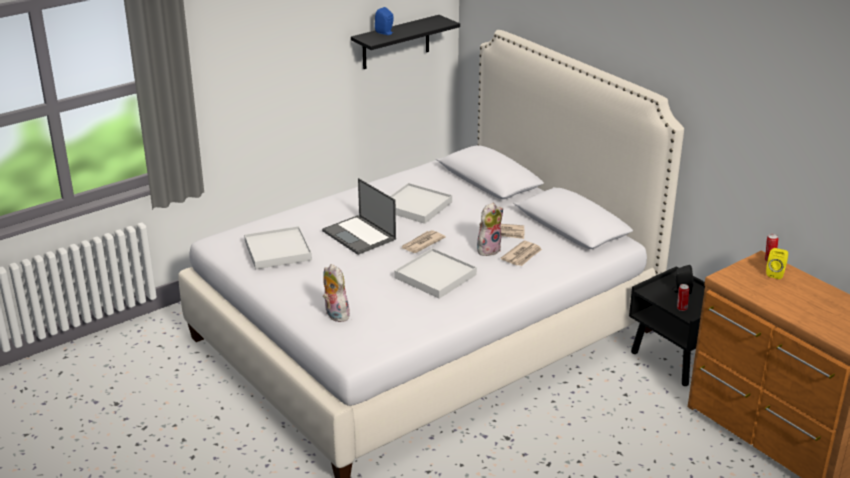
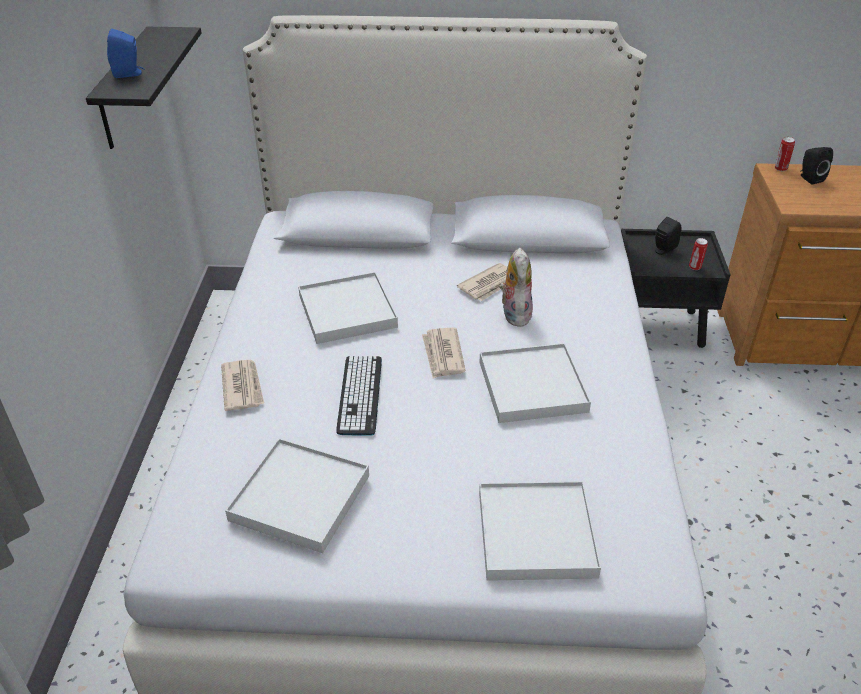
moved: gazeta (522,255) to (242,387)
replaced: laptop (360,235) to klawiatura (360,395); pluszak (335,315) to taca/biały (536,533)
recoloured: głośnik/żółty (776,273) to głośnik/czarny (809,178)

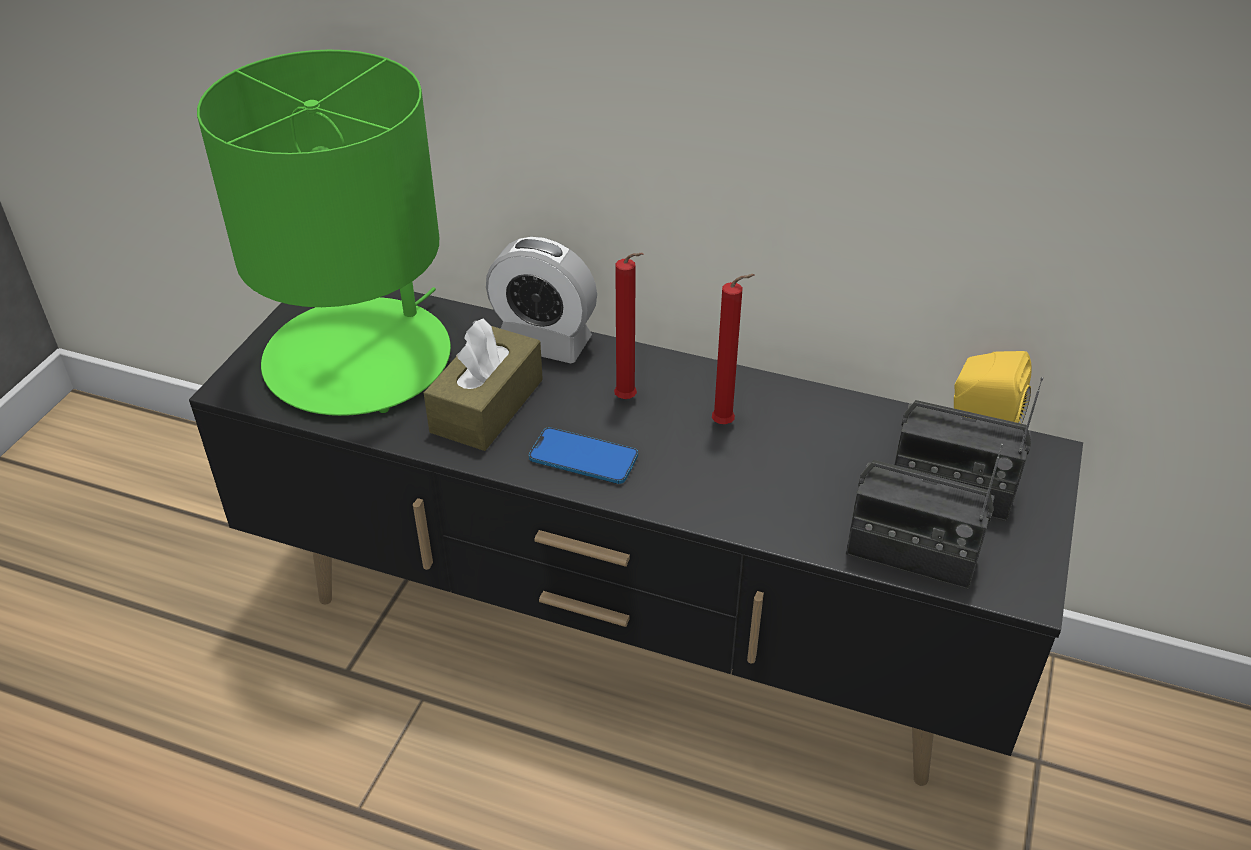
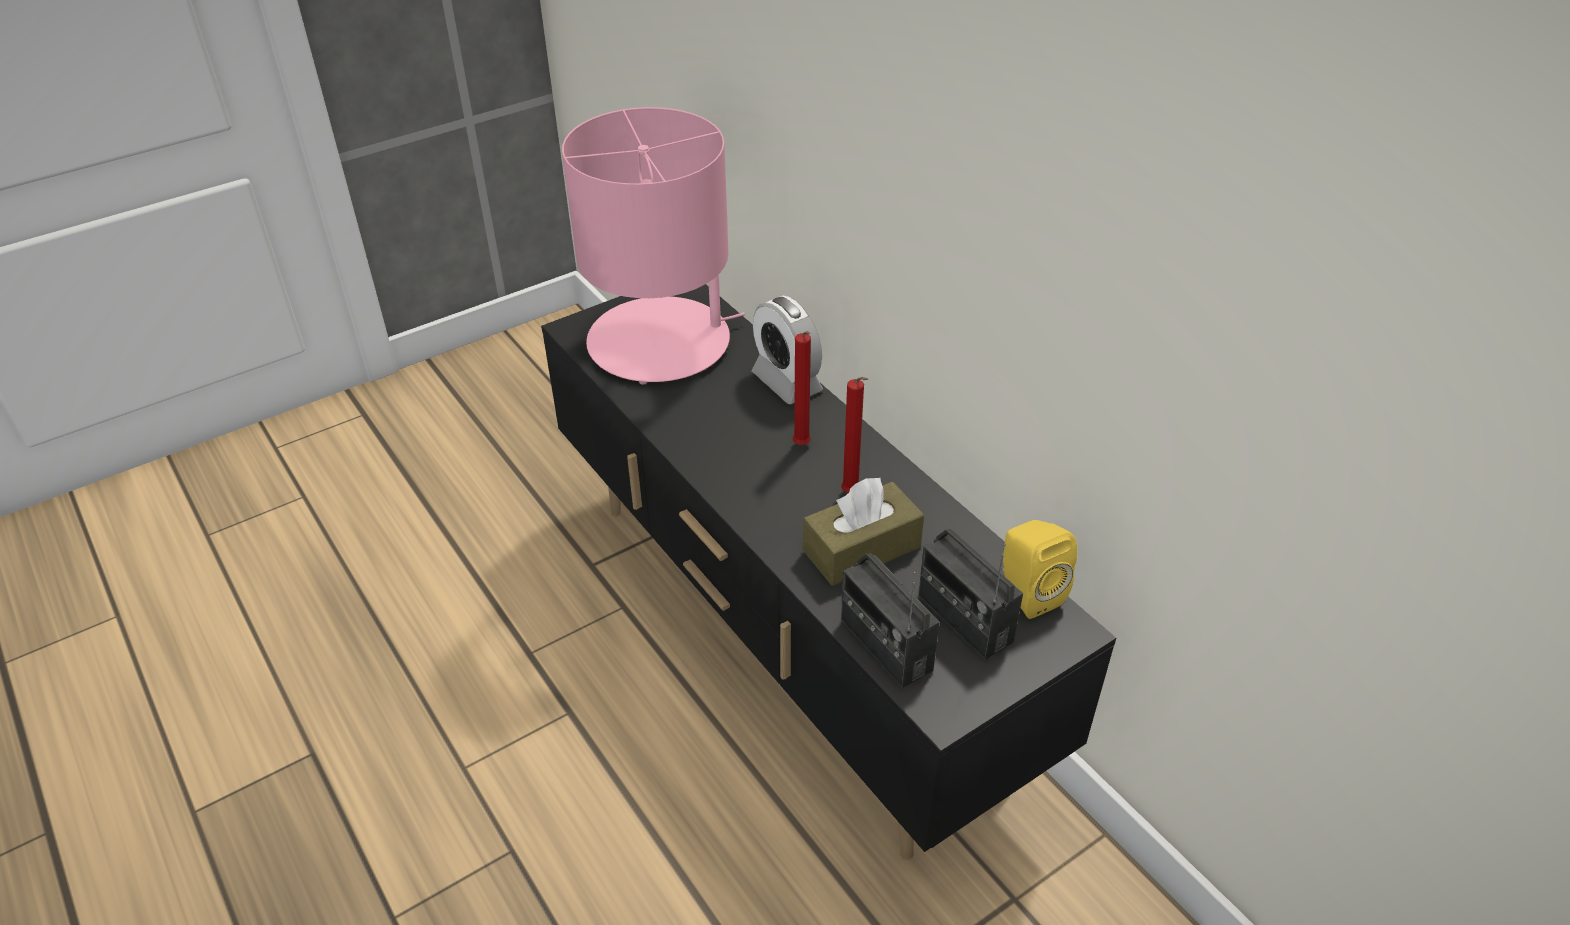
removed: telefon (583,458)
moved: pudełko chusteczek/brązowy (487,406) to (861,549)
recoloured: lampa stołowa/zielony (360,358) to lampa stołowa/różowy (661,342)

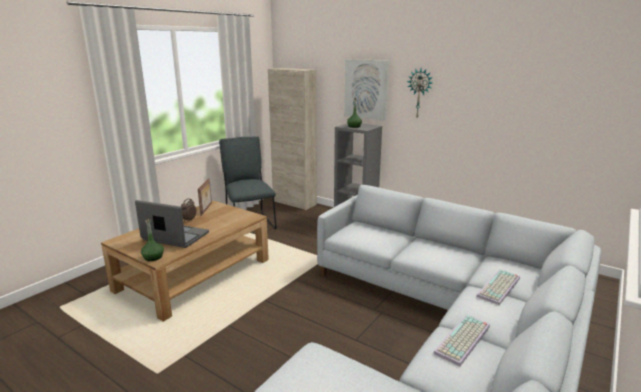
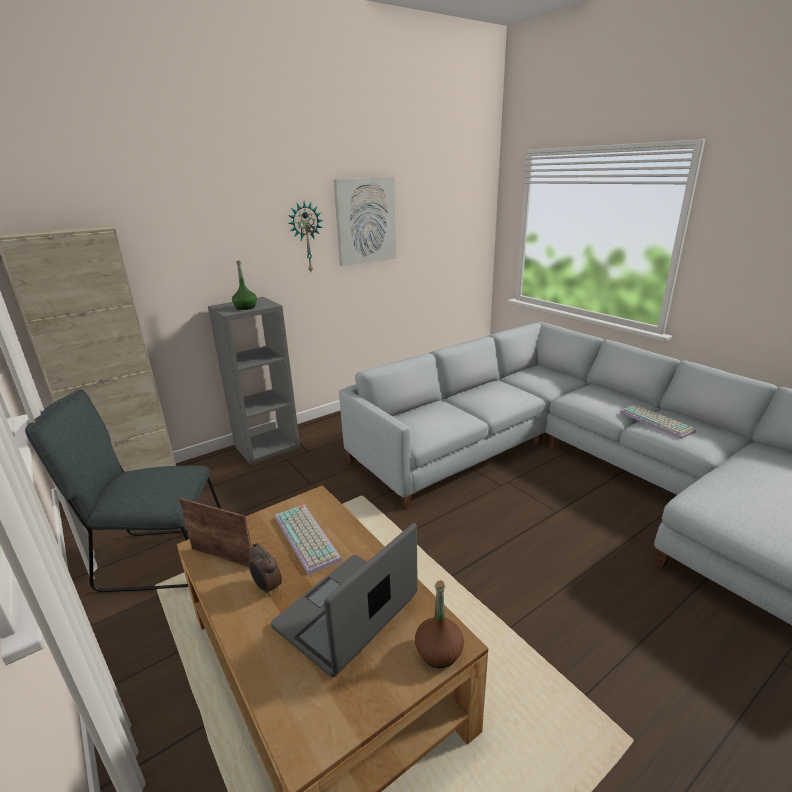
moved: klawiatura (499,288) to (308,538); obraz (366,89) to (365,221)
recoloured: butelka/zielony (153,257) to butelka/brązowy (439,652)

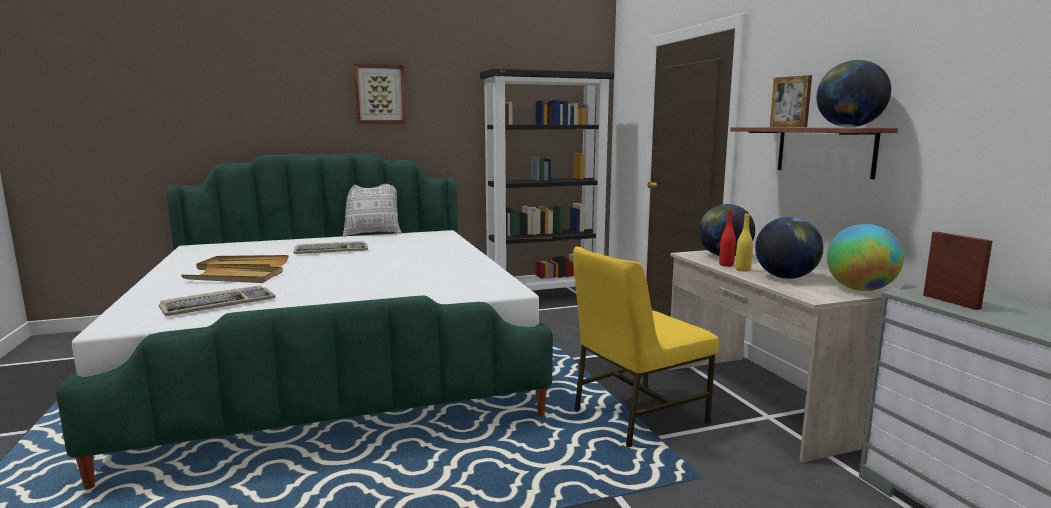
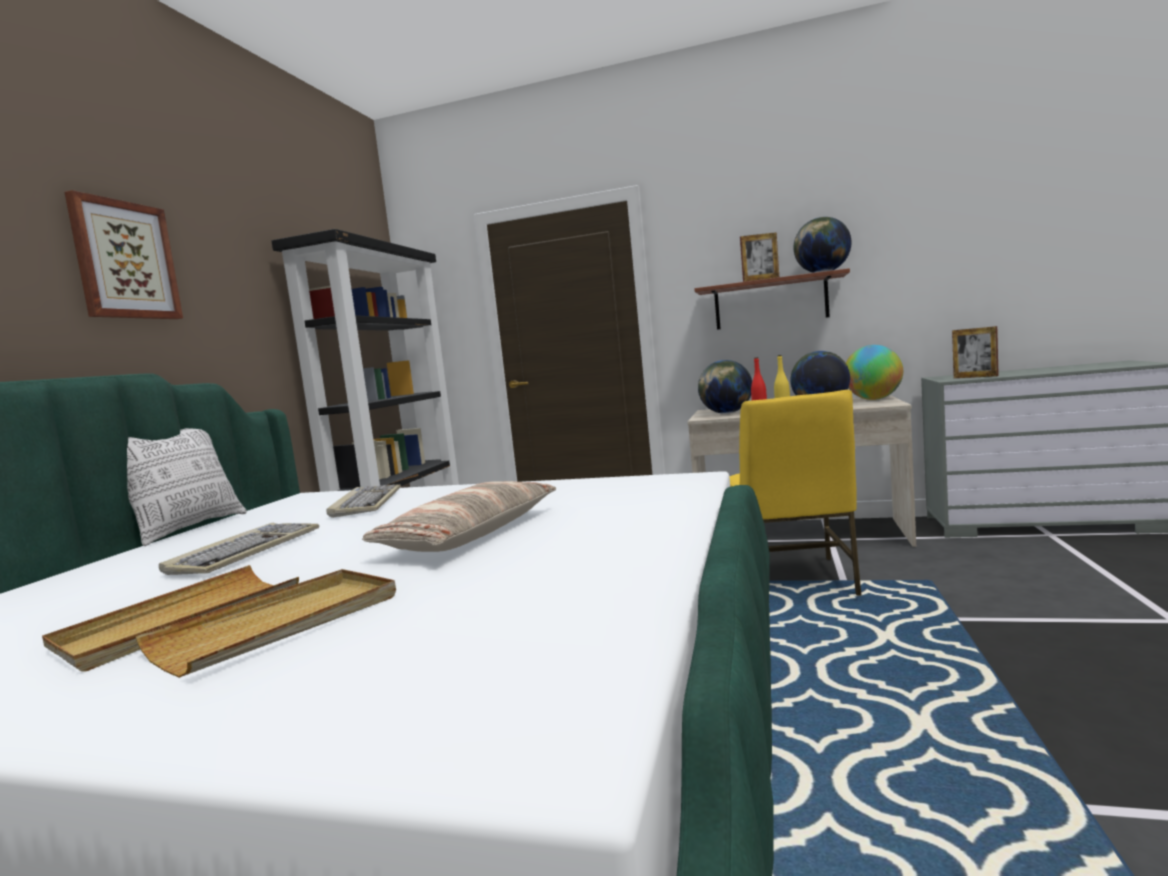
added: poduszka (471,534)
moved: klawiatura (219,304) to (366,503)
turned: ramka na zdjęcie (951,302) = (975,377) 150 degrees counterclockwise

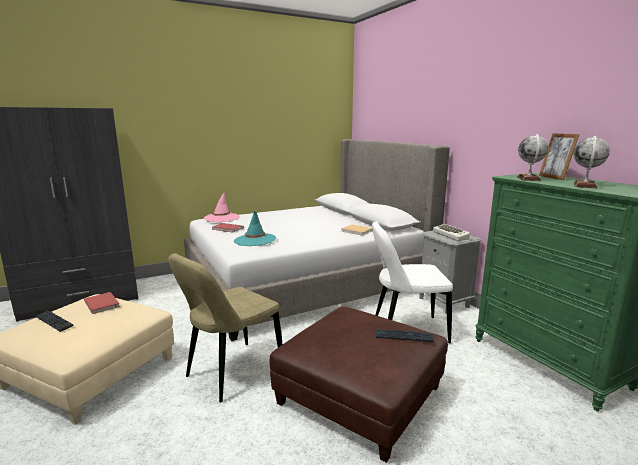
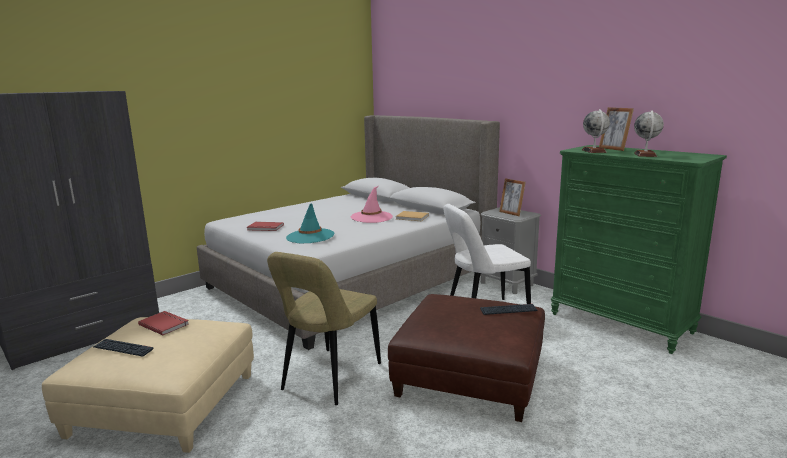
moved: kapelusz/różowy (221,218) to (371,217)
replaced: klawiatura (451,235) to ramka na zdjęcie (511,213)

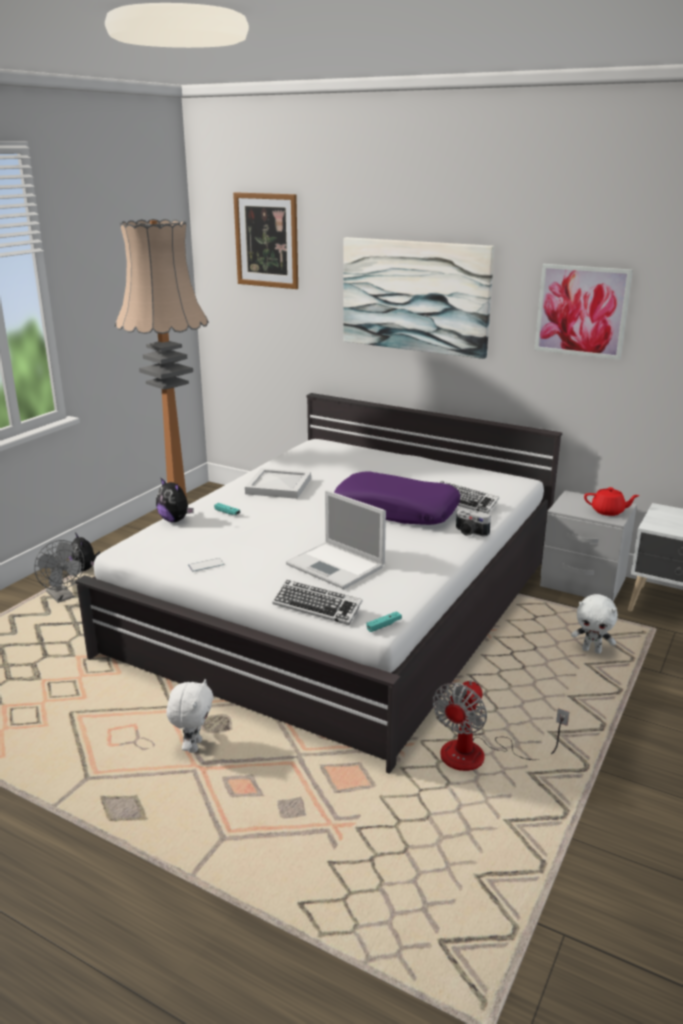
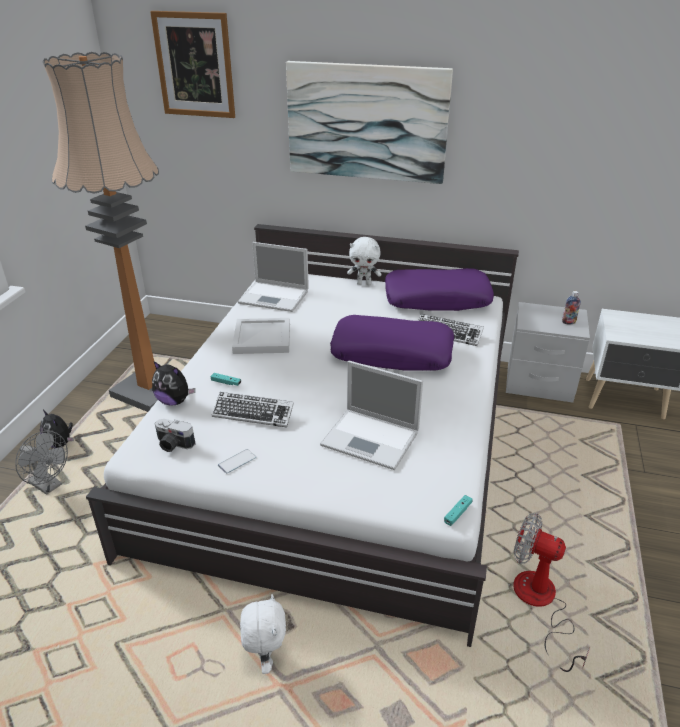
removed: obraz (582,311)
added: laptop (275,297); poduszka/fioletowy (437,299)
moved: aparat fotograficzny (470,532) to (173,445); klawiatura (317,607) to (253,413); pluszak/biały (592,650) to (364,283)
replaced: imbryk/czerwony (608,511) to butelka (568,322)
turned: wentylator (479,755) = (540,604) 105 degrees clockwise

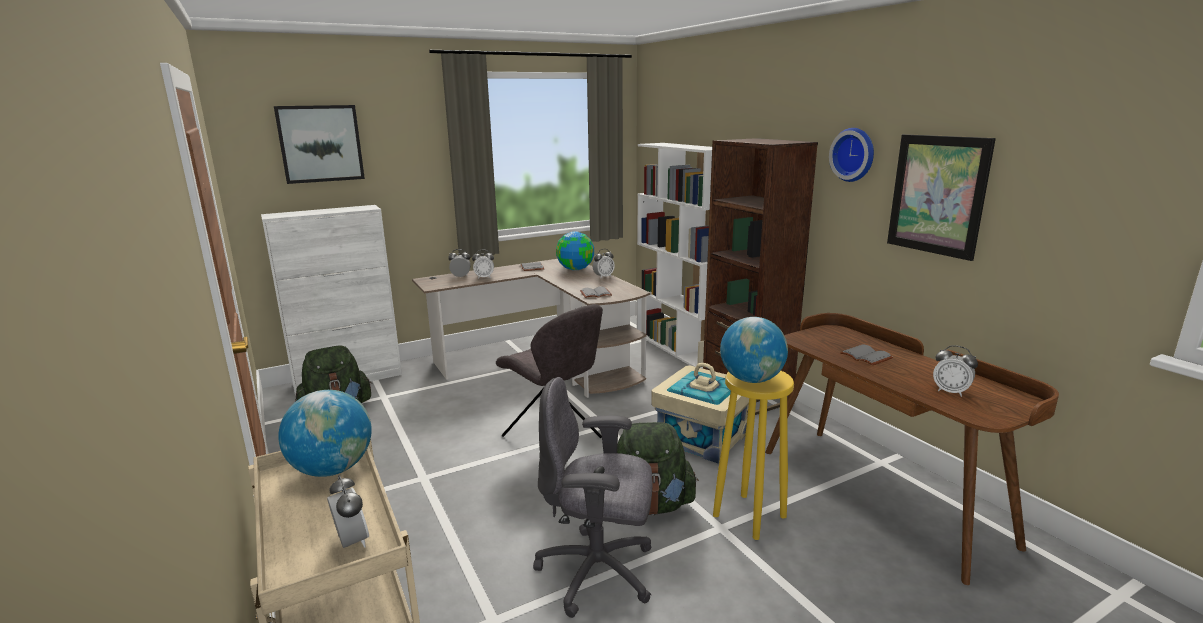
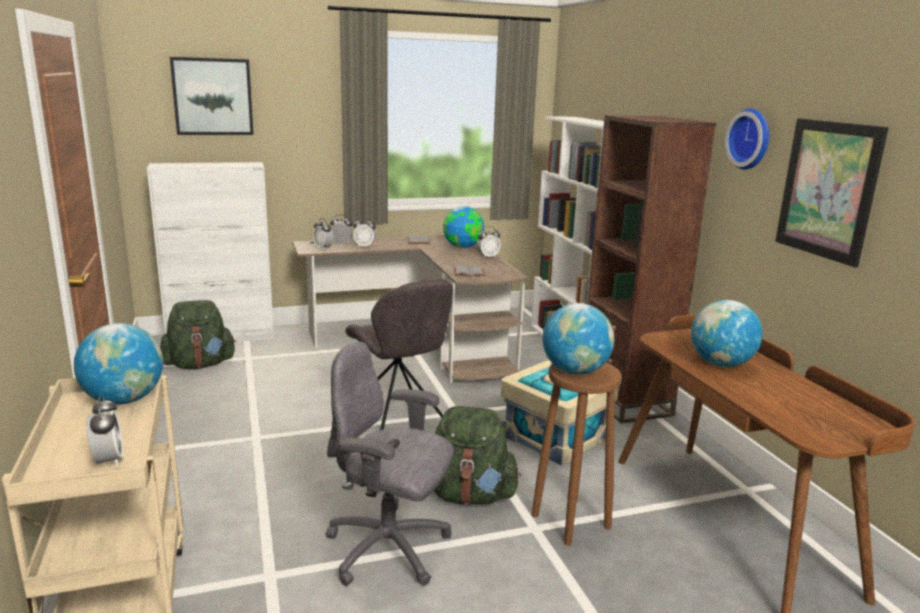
moved: budzik (950,391) to (323,248)
replaced: książka/szary (864,356) to globus (721,364)
recoloured: stołek/żółty (748,515) to stołek/brązowy (570,520)

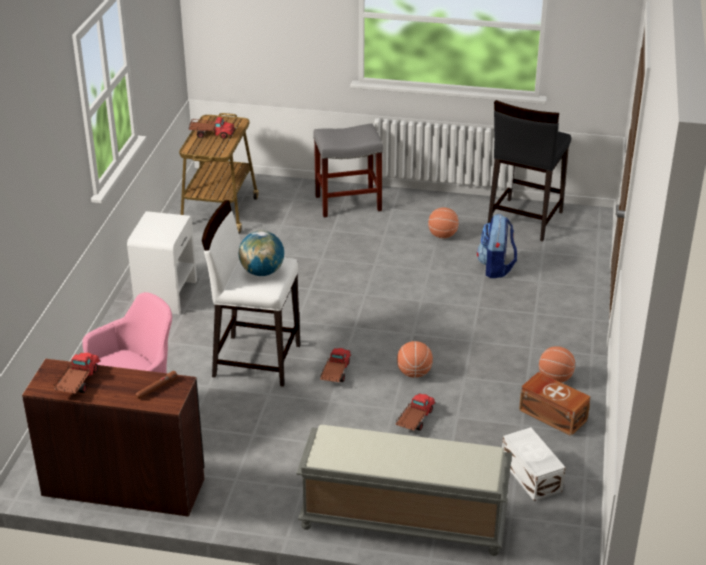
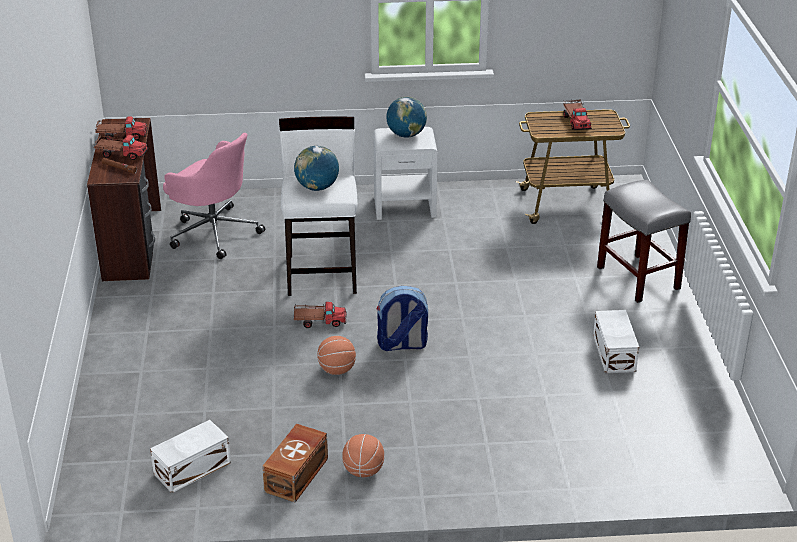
removed: ławka/szary (402,521); stołek/czarny (524,220)
added: globus (406,135)
moved: ciężarówka zabawkowa (414,419) to (121,153); plecak (496,268) to (402,345)
replaced: piłka do koszykówki (443,235) to pojemnik do przechowywania/biały (613,354)

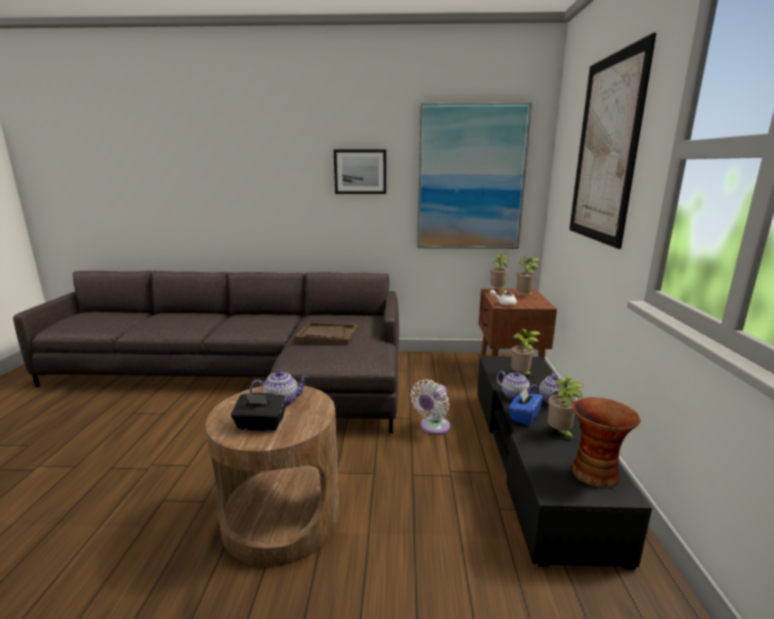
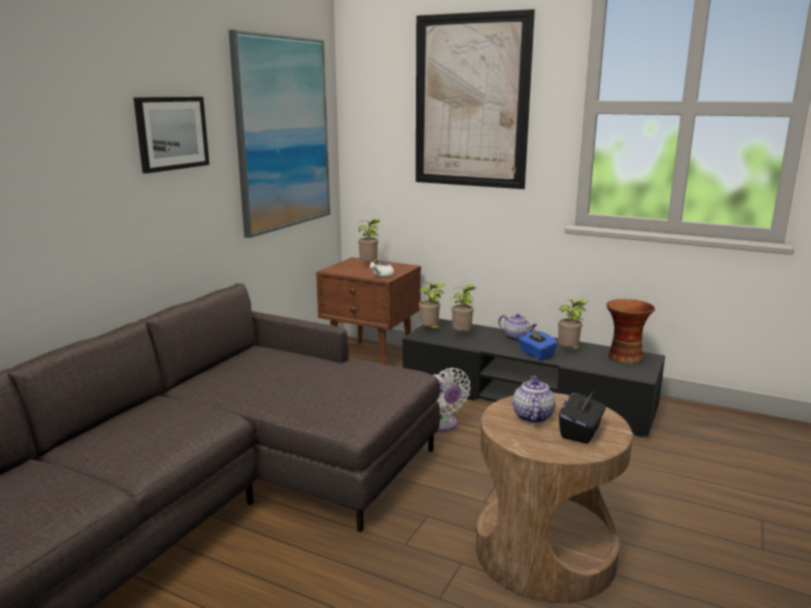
removed: taca/brązowy (327,335); imbryk (515,396)
moved: roślina doniczkowa (497,291) to (430,330)

